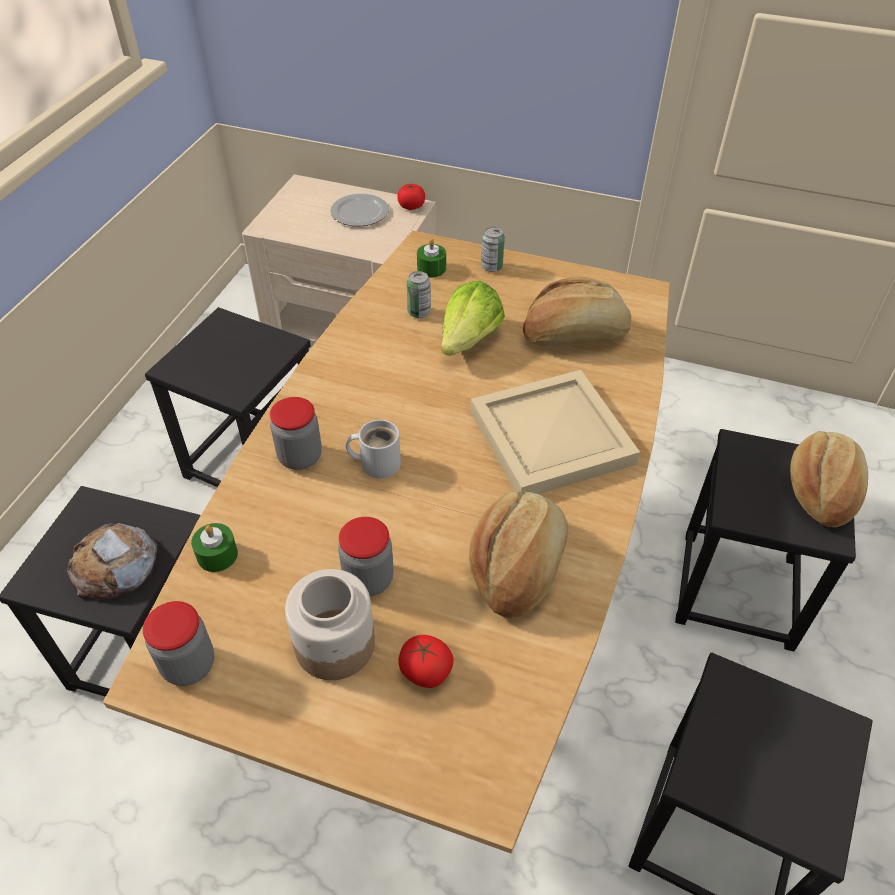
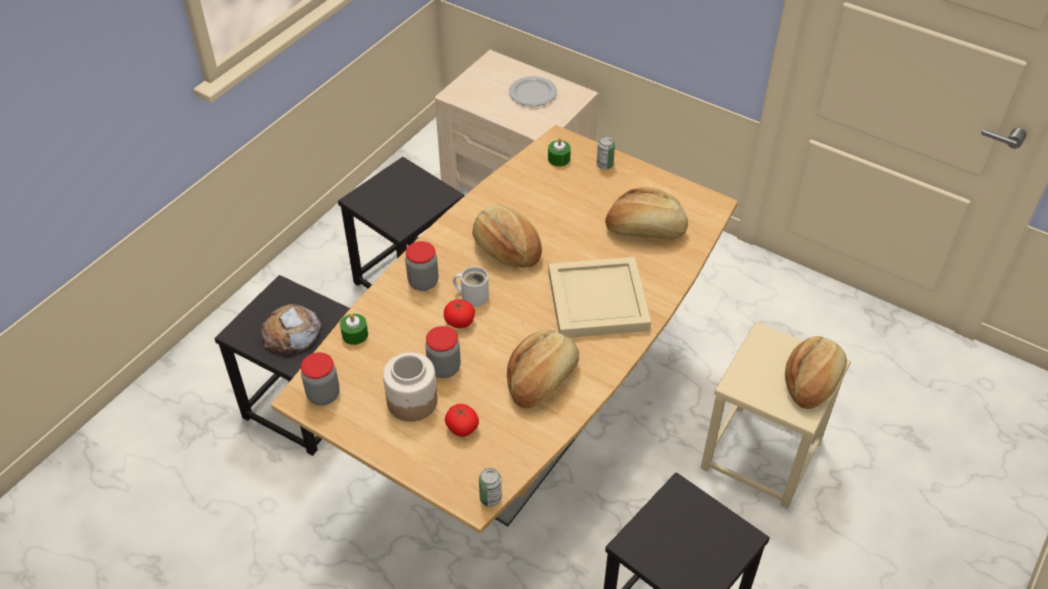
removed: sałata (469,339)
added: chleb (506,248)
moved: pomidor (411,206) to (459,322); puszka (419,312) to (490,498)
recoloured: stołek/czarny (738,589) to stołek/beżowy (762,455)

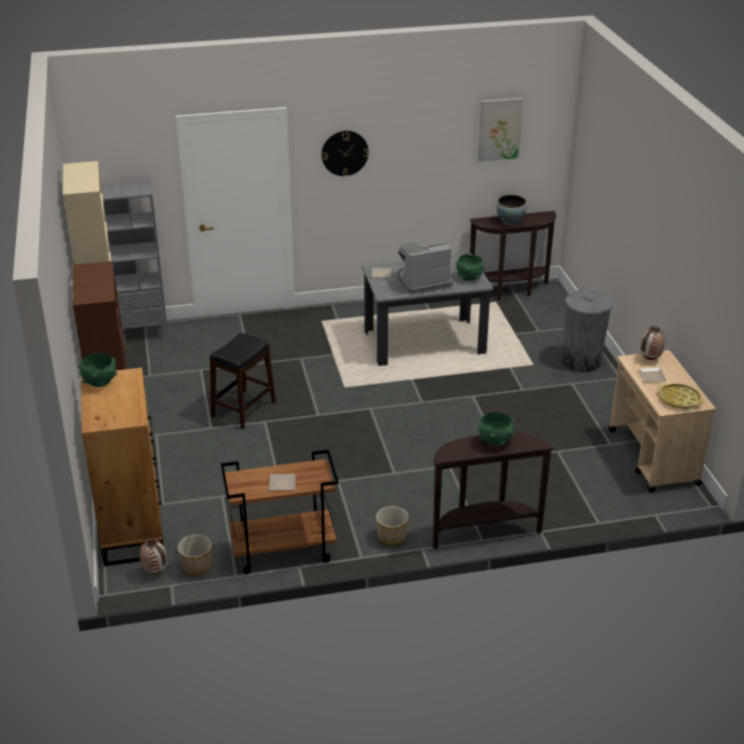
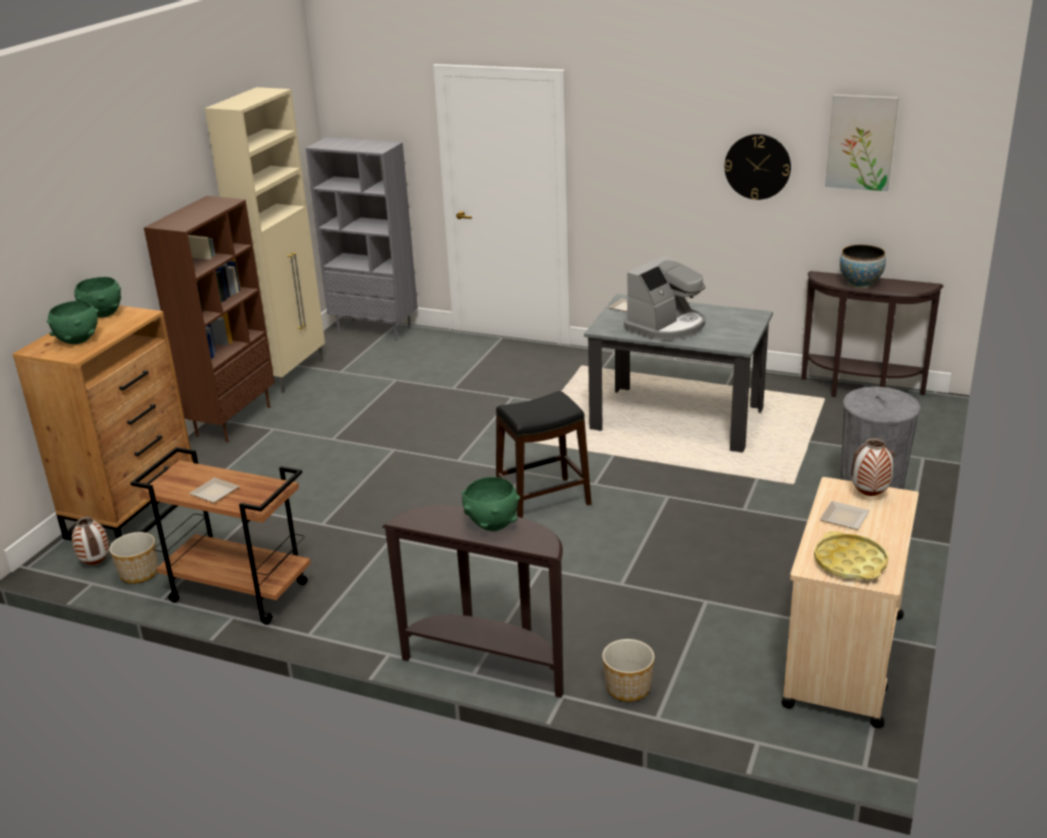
moved: miska/zielony (469,278) to (78,340); stołek/czarny (244,409) to (543,501); donica (391,536) to (628,687); zegar ścienny (344,153) to (757,166)
turned: ekspres do kawy (423,282) = (666,326) 120 degrees clockwise

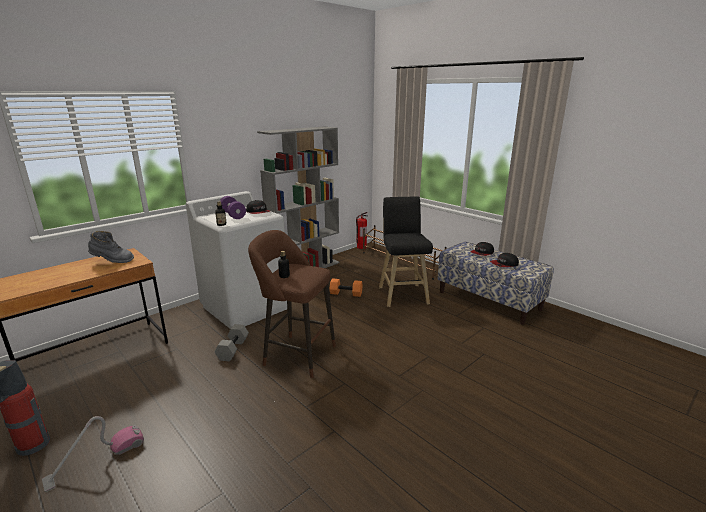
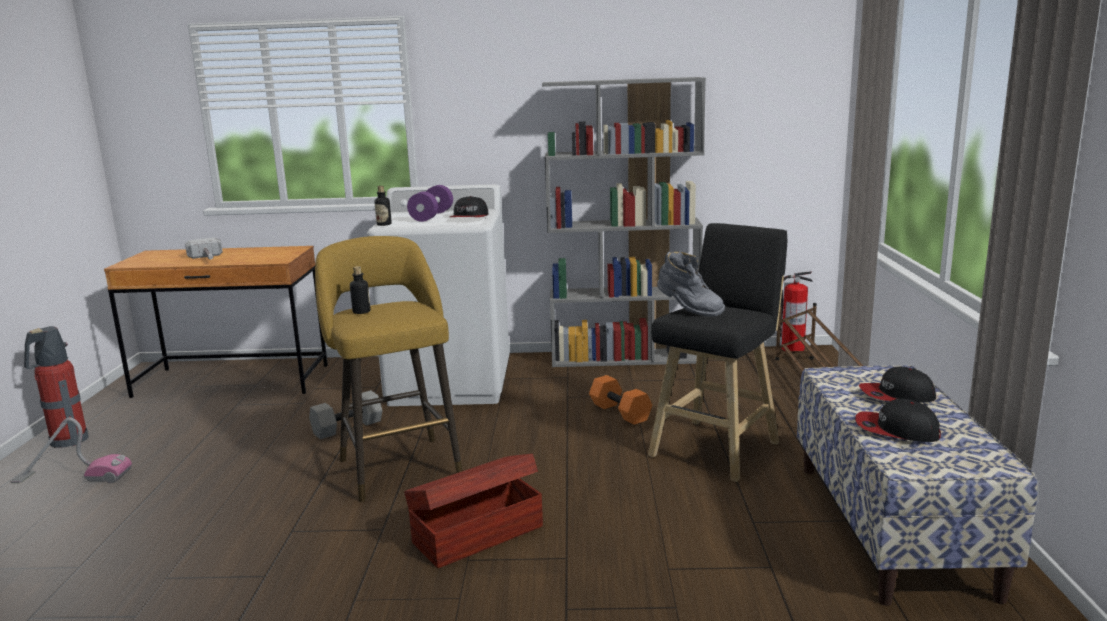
added: młotek (207,259); pojemnik do przechowywania/brązowy (476,534)
moved: but z cholewką/szary (112,262) to (688,311)
recoloured: stołek/brązowy (296,354) to stołek/żółty (397,465)

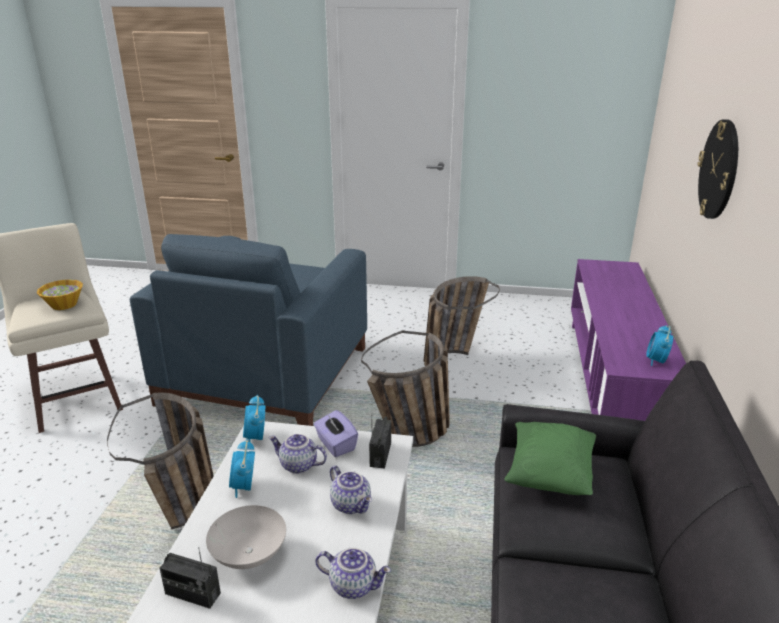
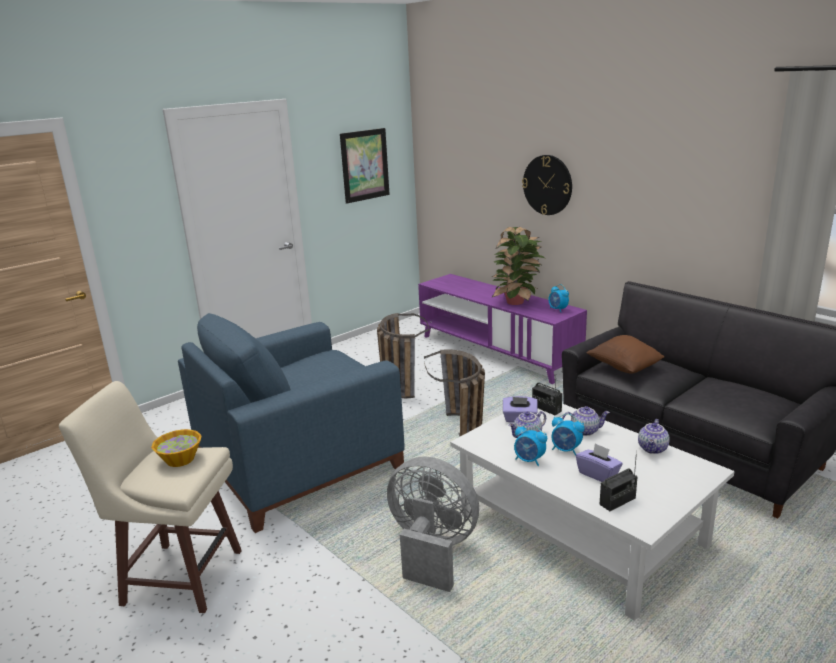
added: obraz (365,165); roślina doniczkowa (517,301)
moved: budzik (256,437) to (566,450)
replaced: koszyk (185,512) to wentylator/szary (432,550); miska/biały (249,554) to pudełko chusteczek/fioletowy (598,474)
recoloured: poduszka/zielony (549,475) to poduszka/brązowy (624,367)
turned: fotel/niebieski (266,373) = (300,461) 90 degrees clockwise; imbryk (354,585) = (653,449) 150 degrees clockwise

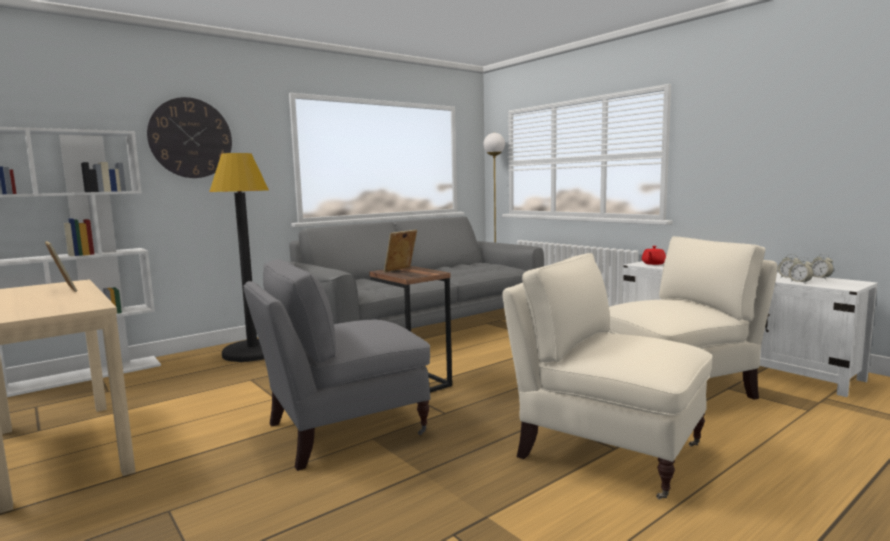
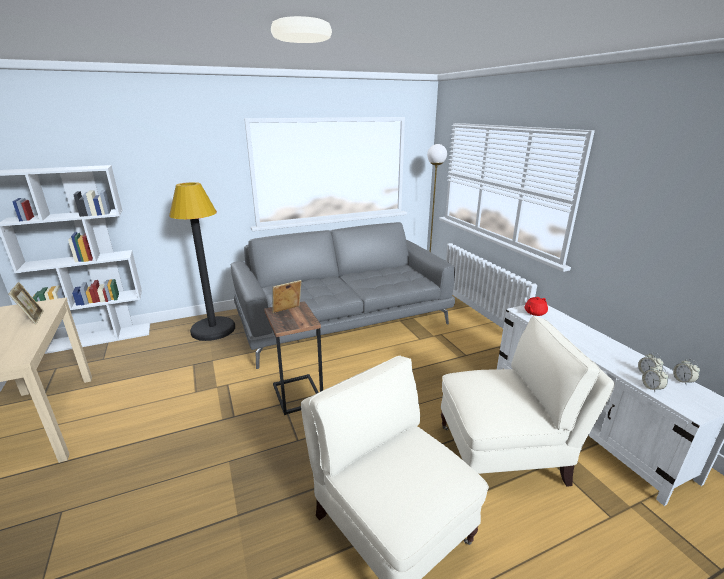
removed: zegar ścienny (190,138); fotel/szary (342,430)

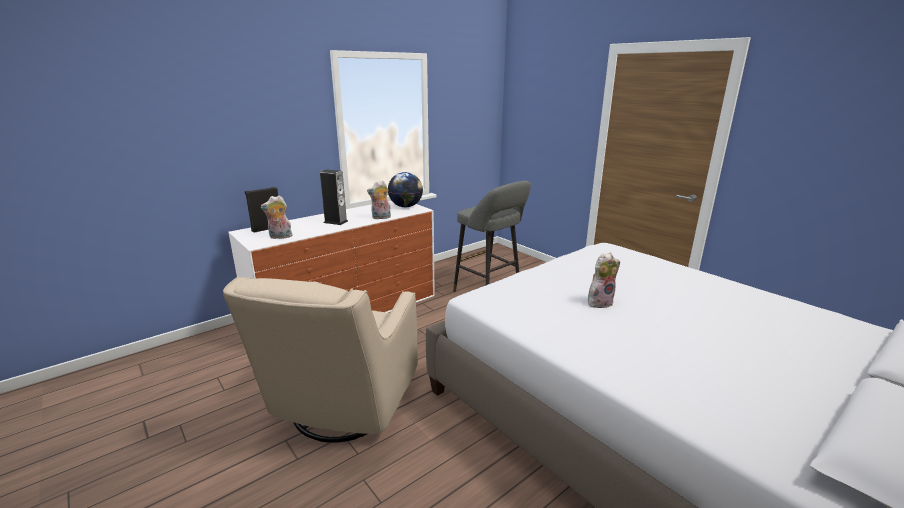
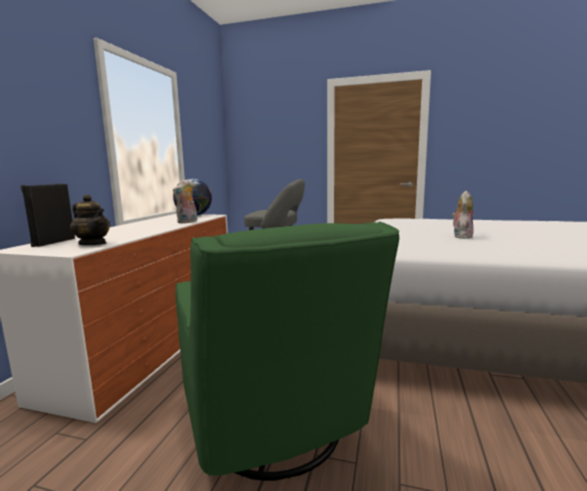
removed: głośnik (335,222)
replaced: pluszak (280,237) to imbryk (93,244)
recoloured: fotel/beżowy (342,409) to fotel/zielony (276,431)

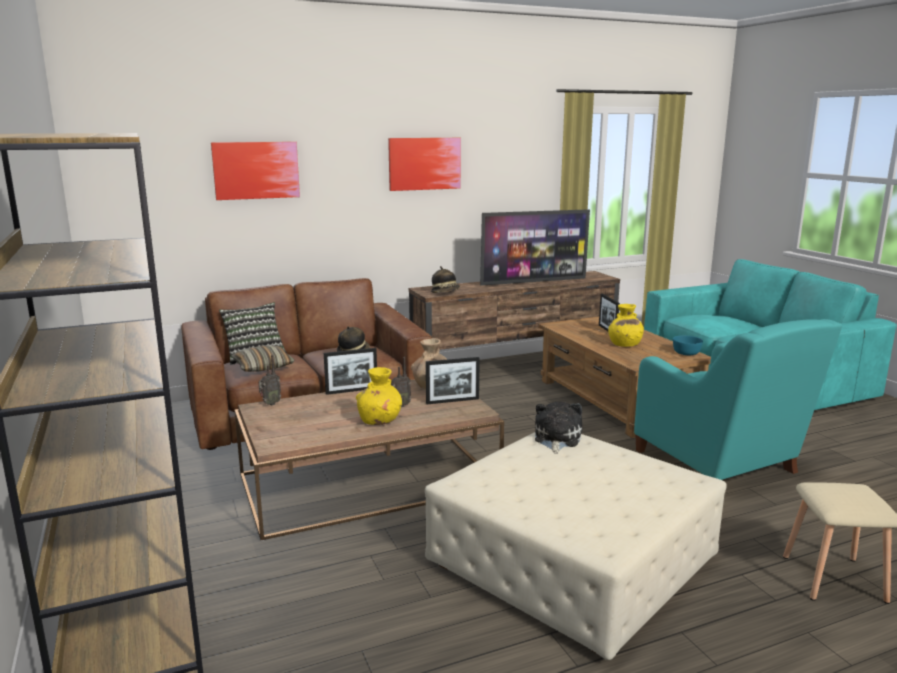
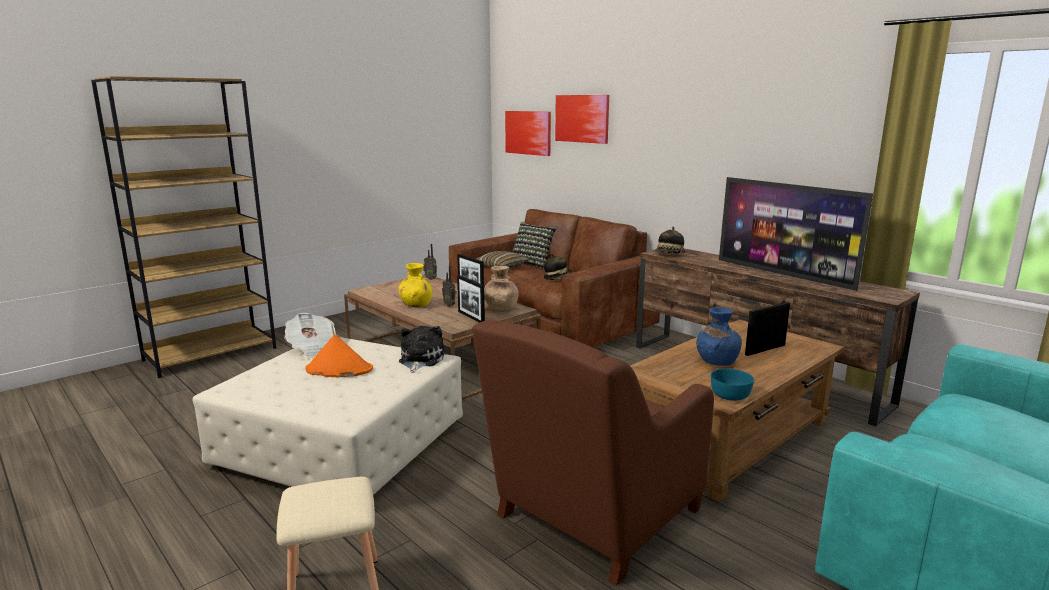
added: gazeta (312,348); kapelusz/pomarańczowy (339,370)
moved: obraz (424,163) to (528,132)
recoloured: fotel/turkusowy (720,464) to fotel/brązowy (592,517); wazon/żółty (624,344) to wazon/niebieski (716,361)
turned: pluszak (556,439) = (420,360) 75 degrees counterclockwise

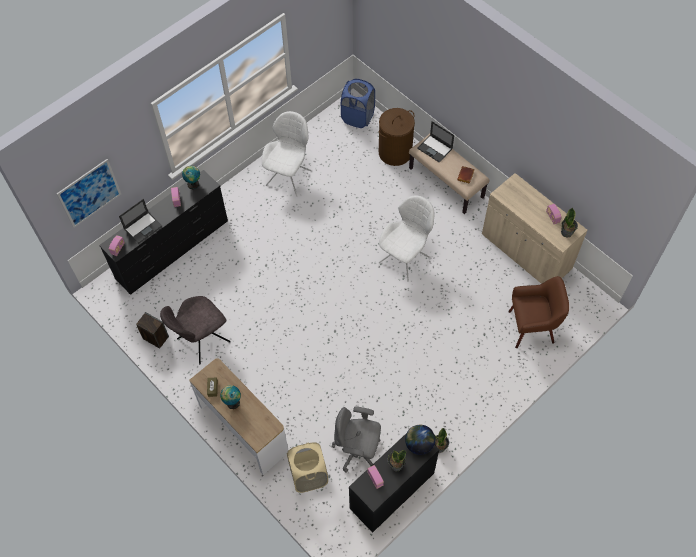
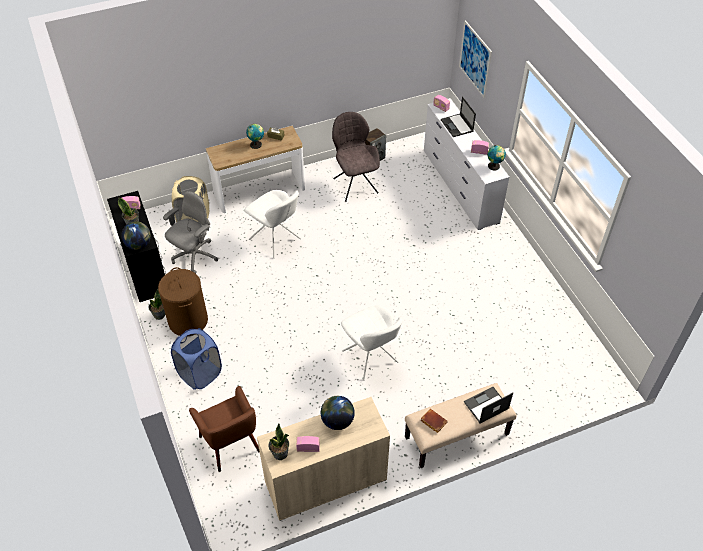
added: globus (337,421)
moved: kosz na pranie/brązowy (395,152) to (188,321); kosz na pranie/niebieski (358,117) to (200,374); krzesło/biały (289,176) to (276,240)
recoloured: komoda/czarny (172,249) to komoda/biały (460,186)
turned: fotel/brązowy (532,327) = (230,444) 45 degrees counterclockwise

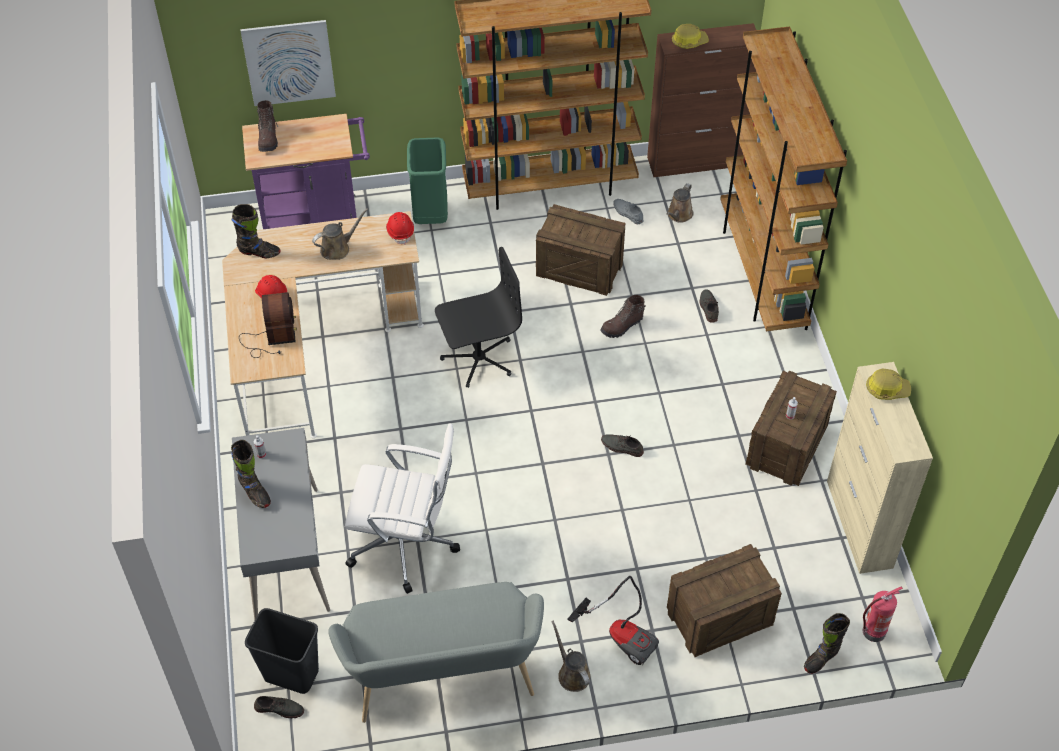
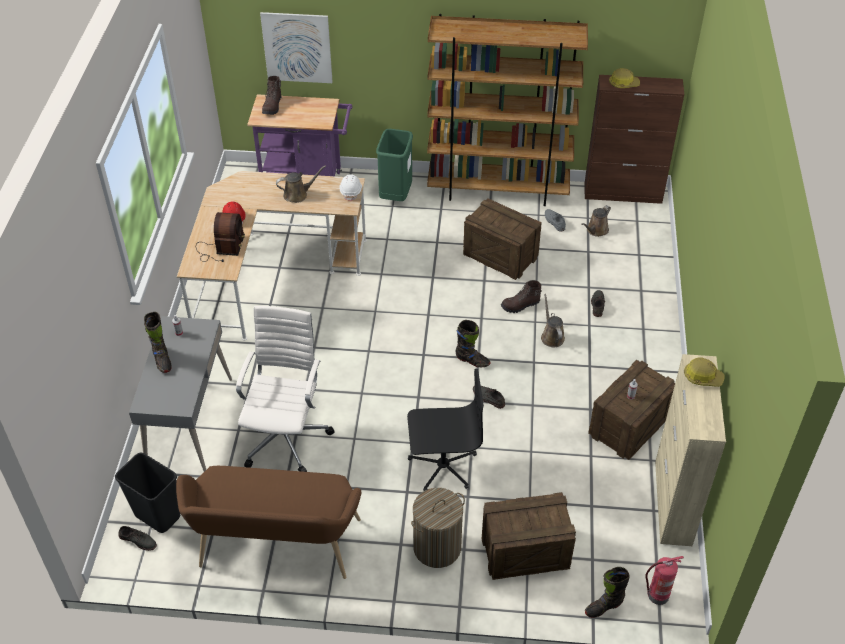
removed: regał/brązowy (762,273)
moved: krzesło biurowe/czarny (478,358) to (442,465); but z cholewką/czarny (259,252) to (472,361); konewka/brązowy (572,673) to (551,336)
replaced: odkurzacz (622,635) to kosz na pranie (437,547)
recoloured: ławka/szary (443,680) to ławka/brązowy (276,549); kask/czerwony (400,232) to kask/biały (351,191)
turned: krzesło biurowe/biały (406,544) = (286,436) 105 degrees counterclockwise

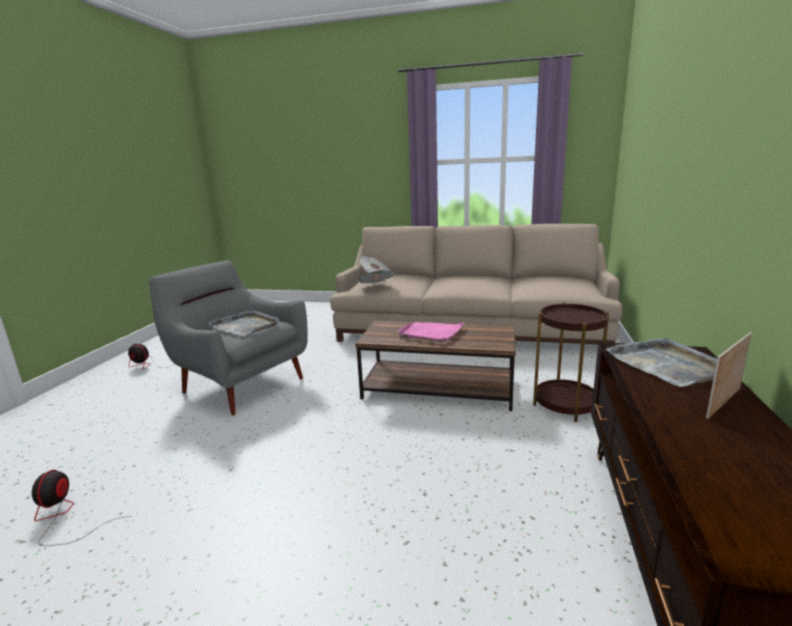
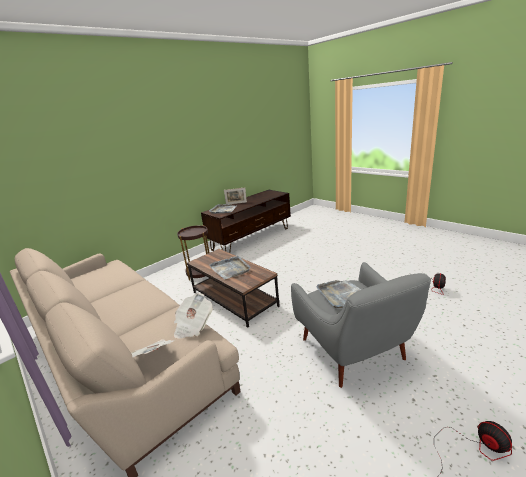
recoloured: taca/różowy (431,333) to taca/szary (230,269)

